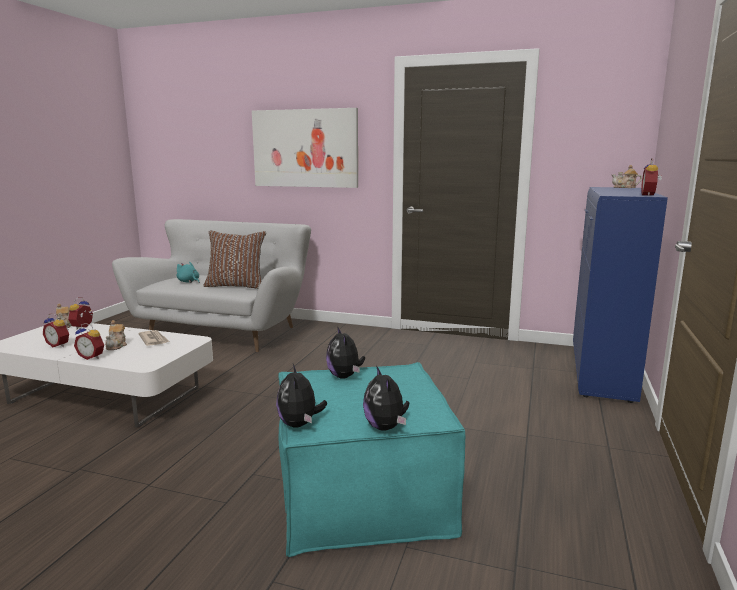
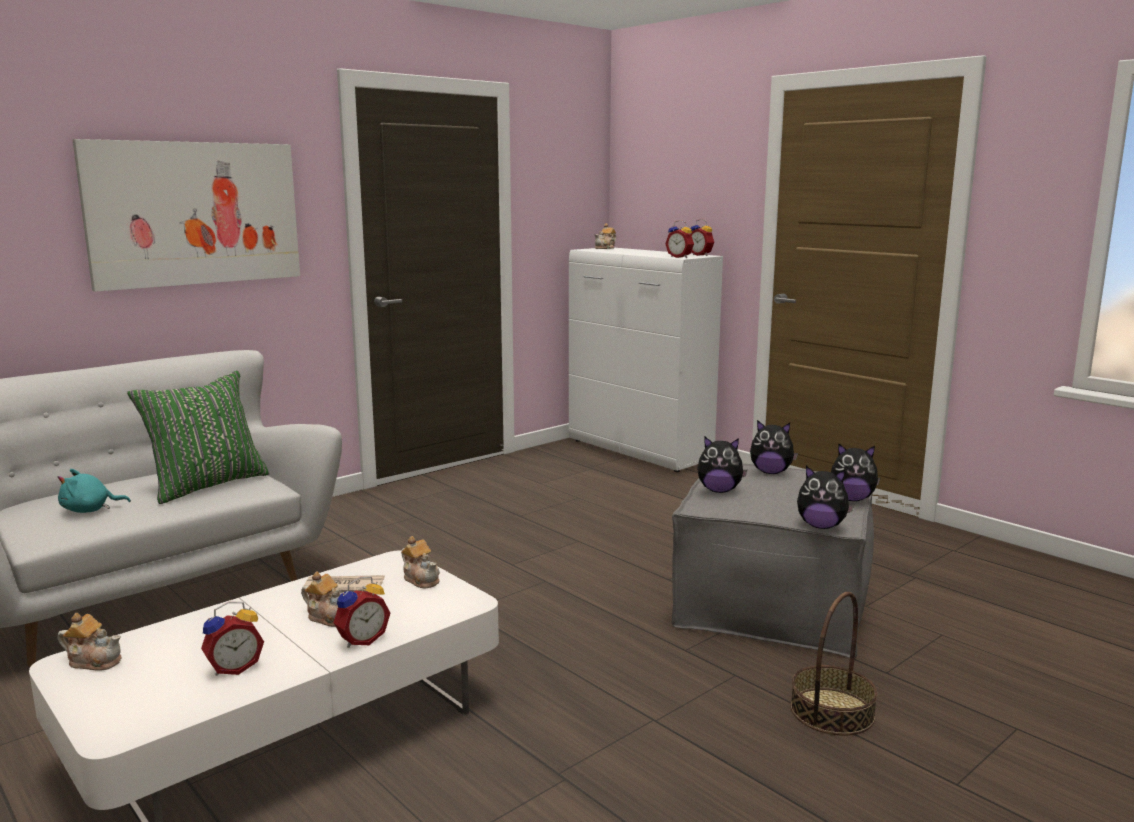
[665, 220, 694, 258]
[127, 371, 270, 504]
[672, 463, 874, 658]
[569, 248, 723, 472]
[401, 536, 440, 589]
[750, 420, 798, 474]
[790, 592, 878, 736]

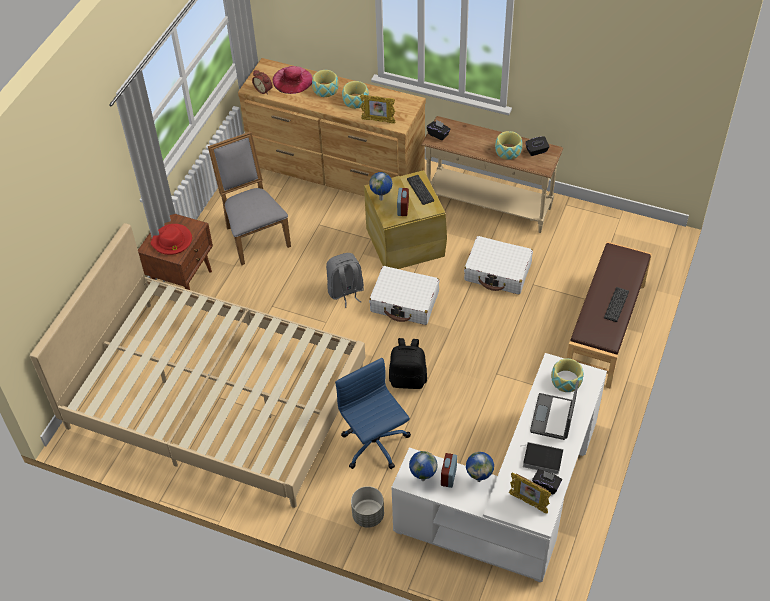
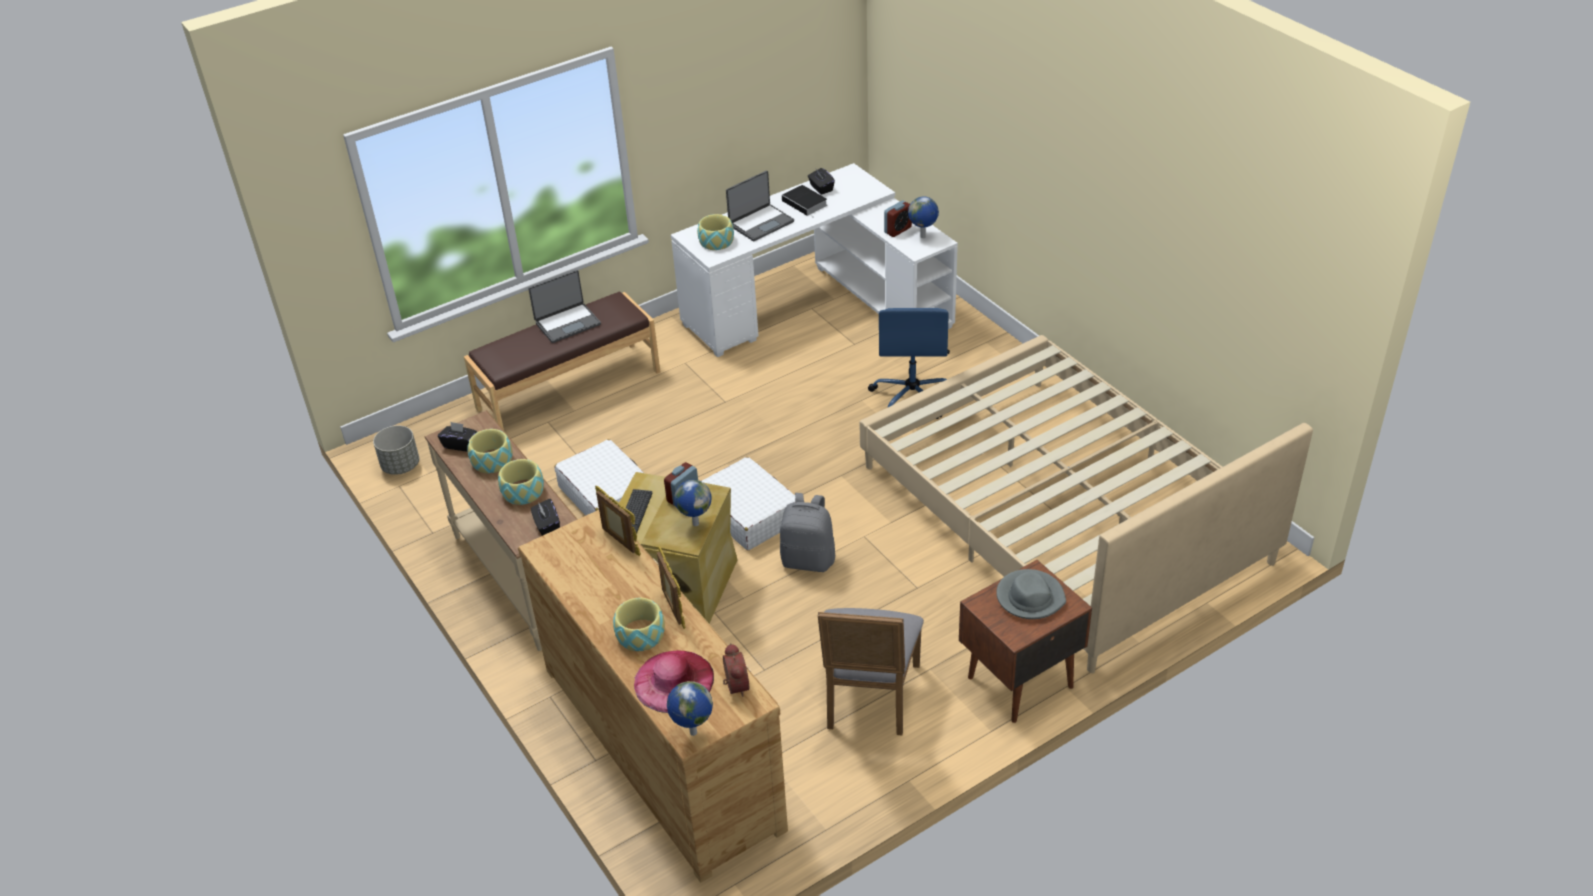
[996, 569, 1066, 619]
[498, 459, 544, 505]
[373, 425, 419, 475]
[389, 338, 427, 389] (first image)
[667, 681, 713, 736]
[657, 546, 685, 629]
[528, 270, 601, 343]

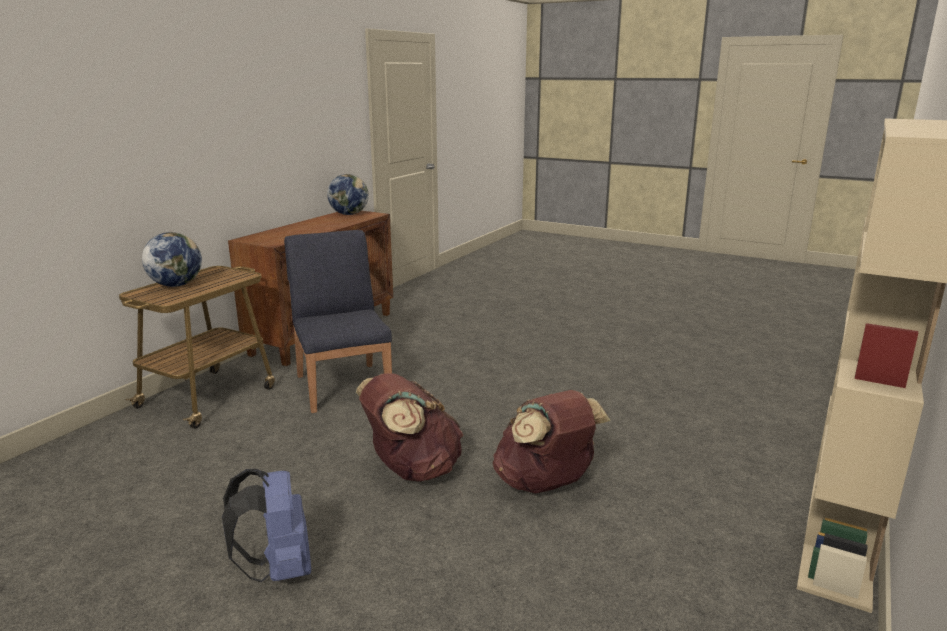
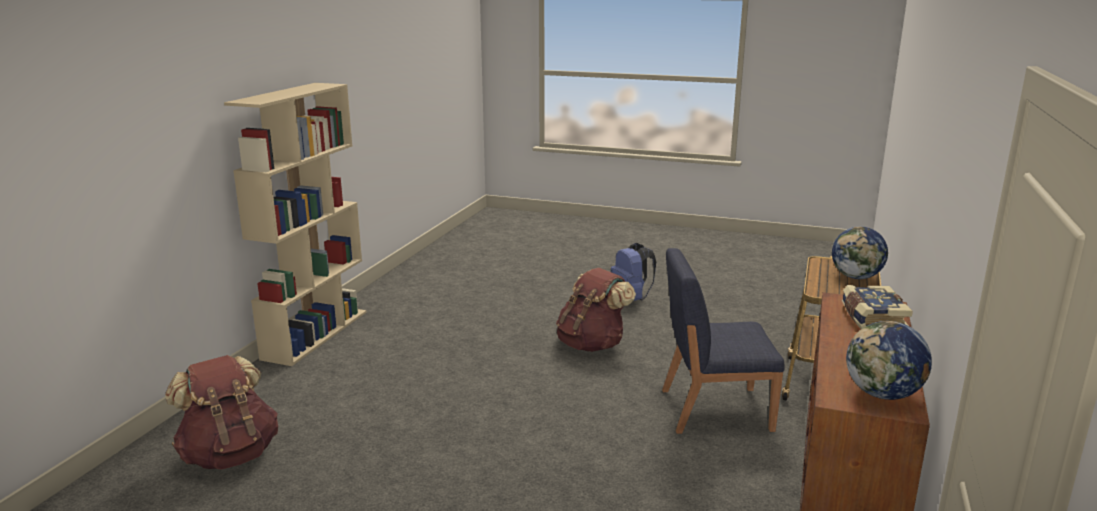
[662, 248, 784, 434]
[165, 355, 278, 470]
[842, 285, 913, 329]

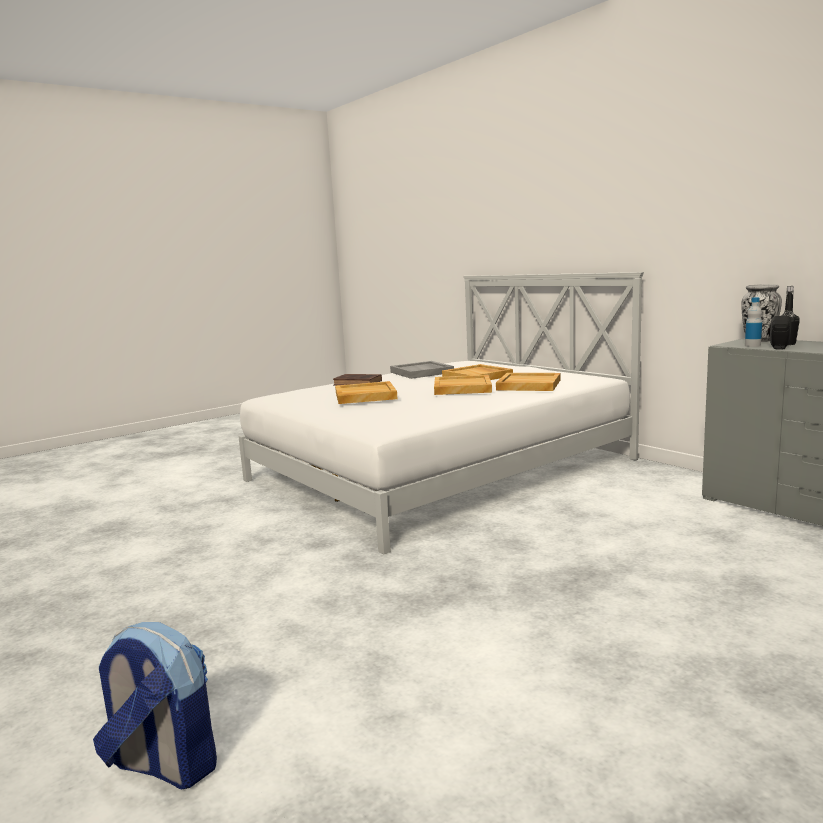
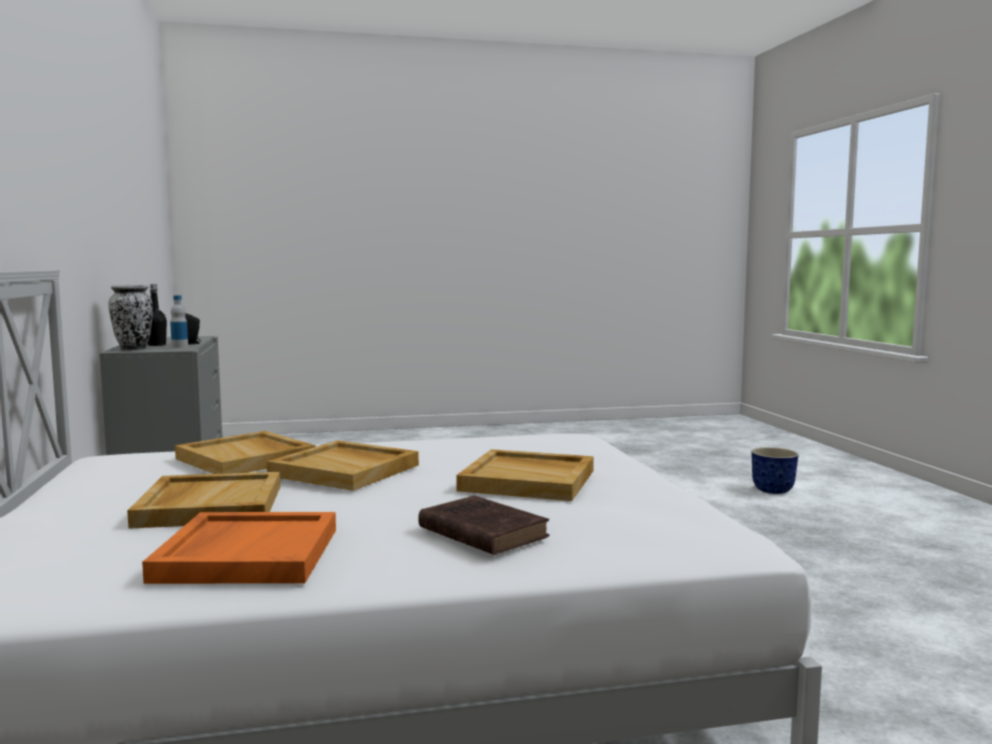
[751, 447, 799, 494]
[142, 512, 336, 584]

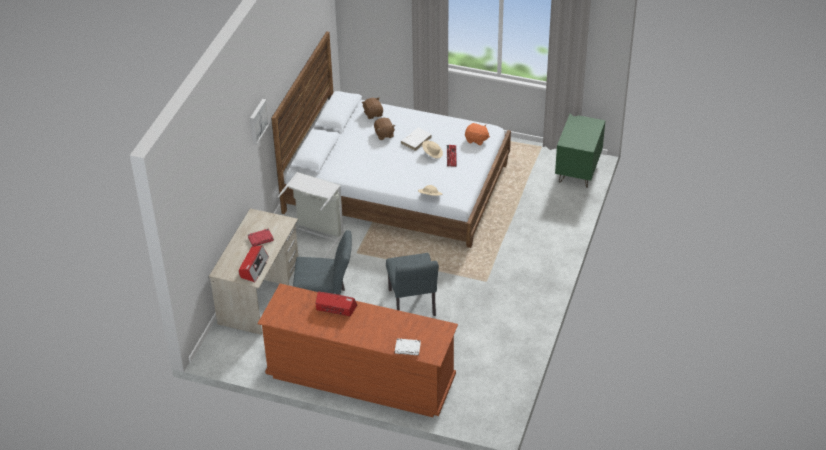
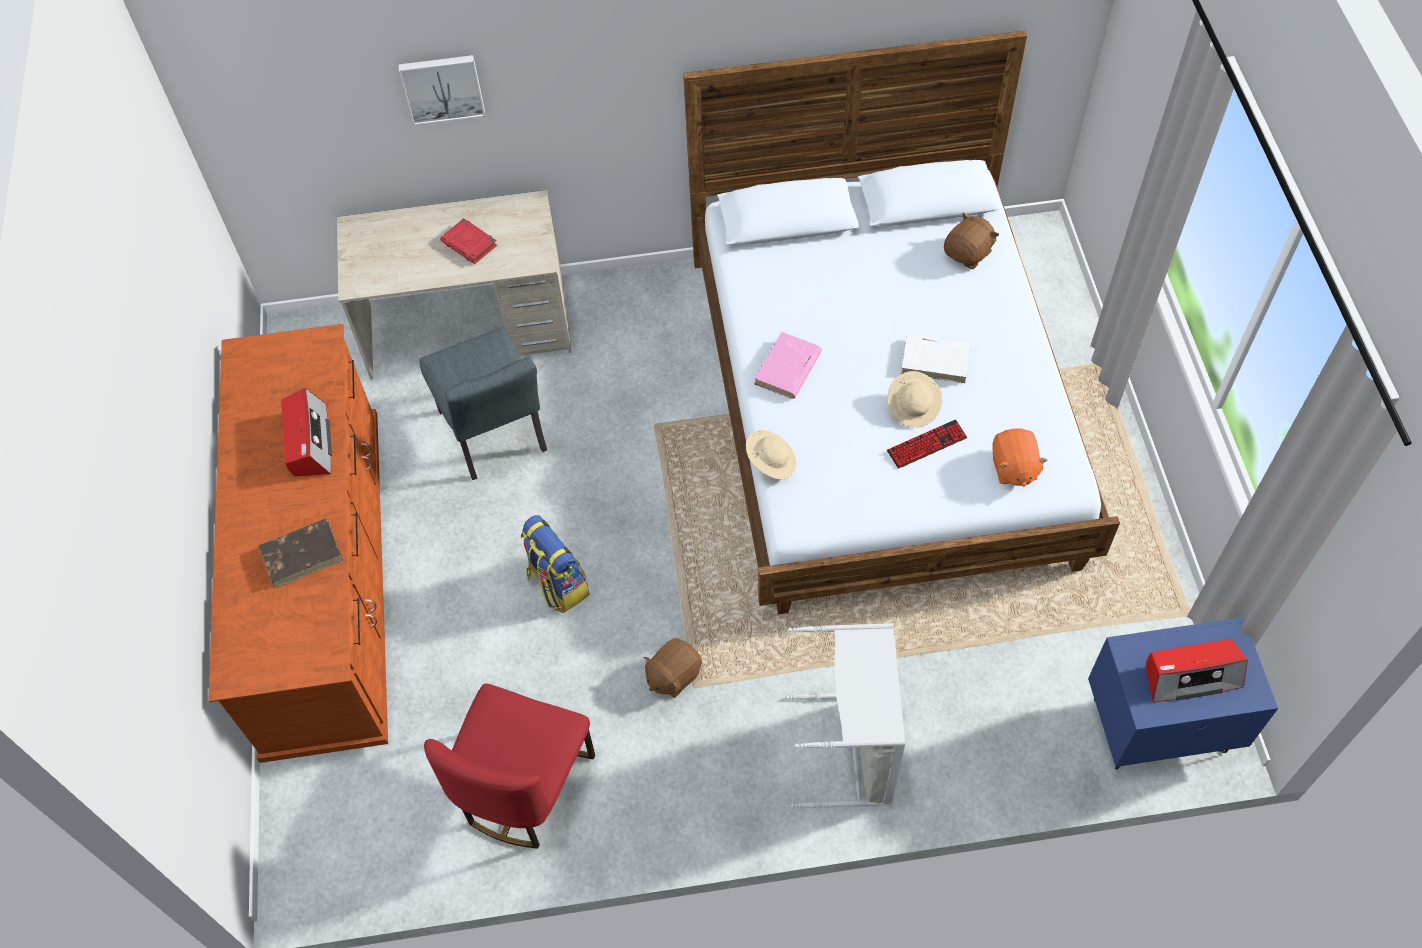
[1146, 639, 1247, 702]
[398, 55, 485, 126]
[785, 623, 905, 808]
[643, 638, 702, 698]
[521, 515, 589, 613]
[395, 338, 421, 355] (first image)
[1088, 617, 1278, 770]
[258, 518, 344, 588]
[424, 683, 595, 849]
[754, 332, 822, 399]

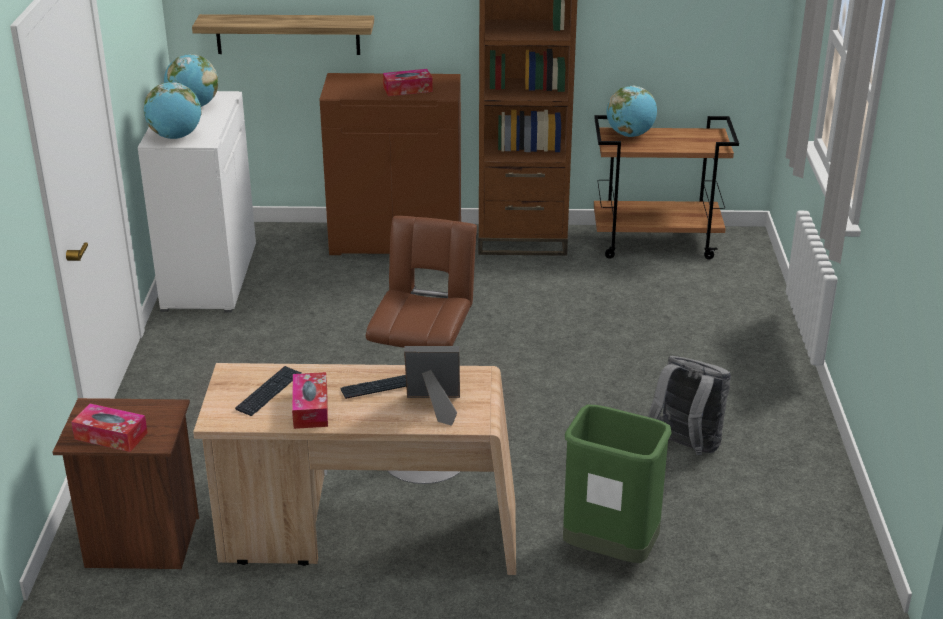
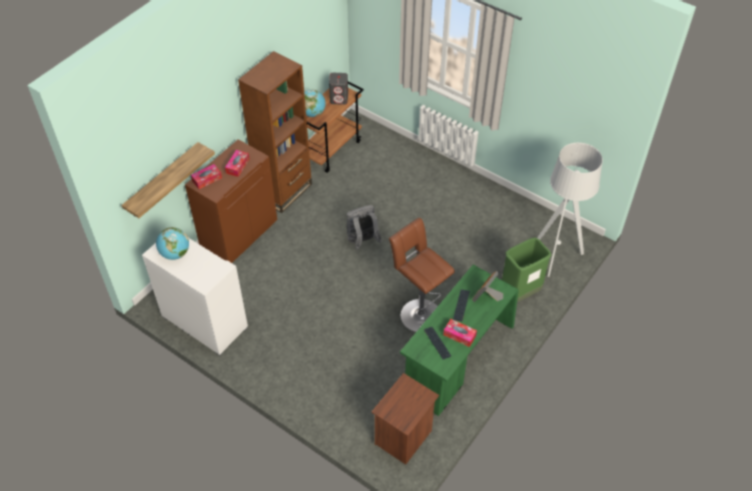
[191, 164, 222, 189]
[144, 82, 202, 139] (first image)
[400, 265, 519, 416]
[346, 205, 382, 250]
[329, 73, 348, 105]
[537, 143, 603, 277]

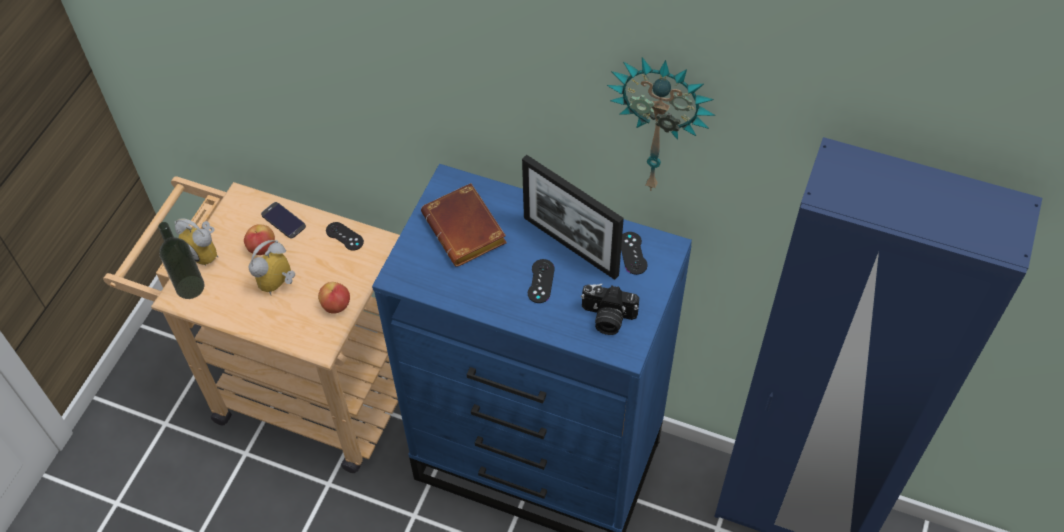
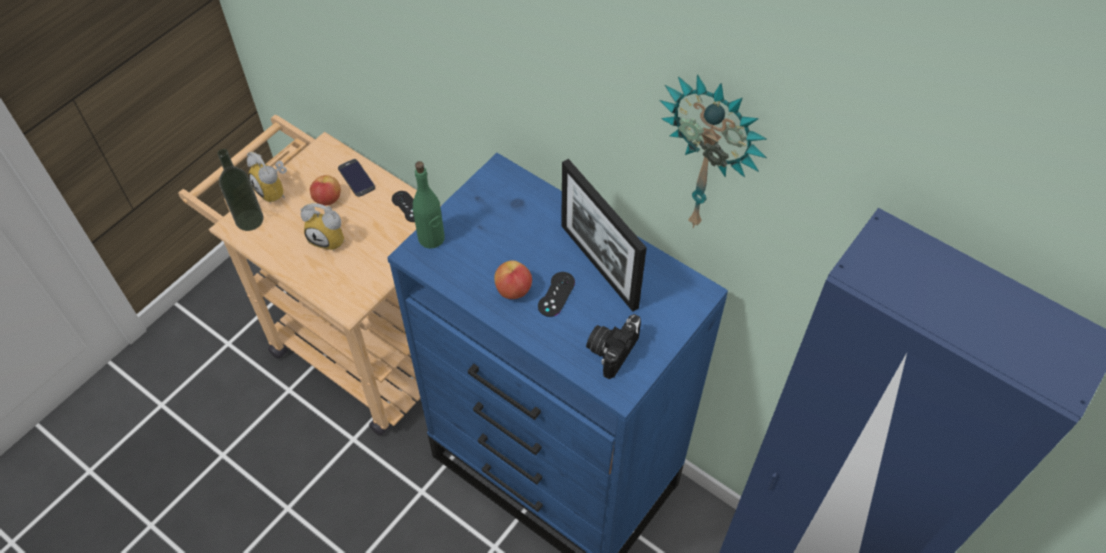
[300, 203, 345, 251]
[494, 260, 532, 299]
[421, 183, 507, 267] (first image)
[586, 314, 641, 379]
[621, 232, 647, 275] (first image)
[413, 161, 445, 249]

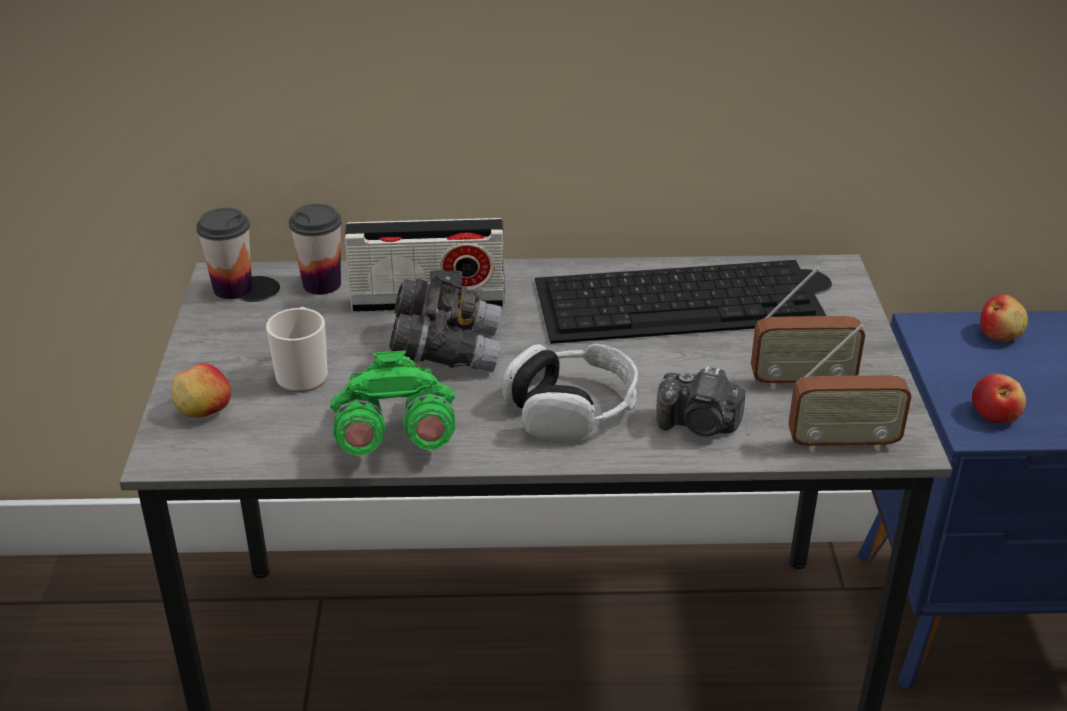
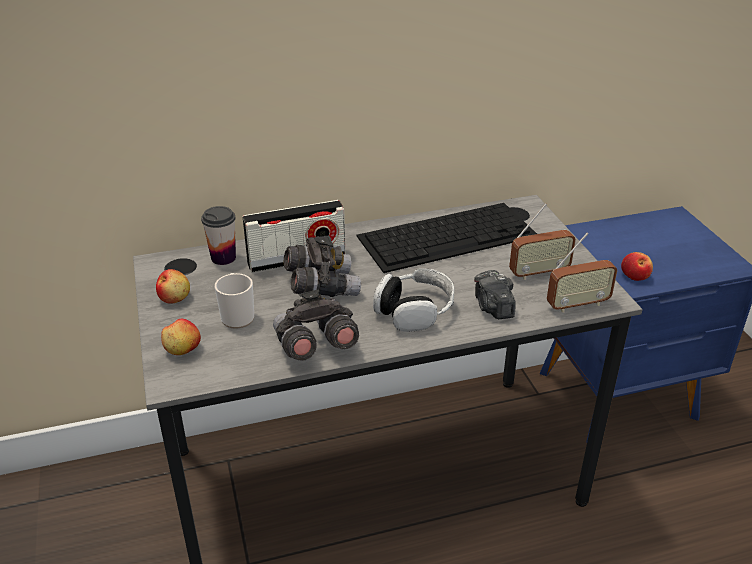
[196, 208, 252, 299] (first image)
[273, 289, 359, 361]
[474, 270, 516, 319]
[156, 269, 190, 304]

